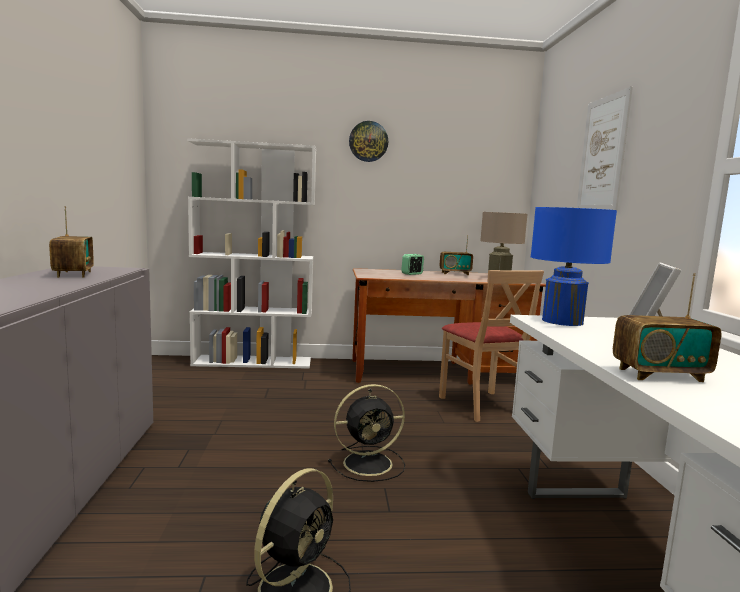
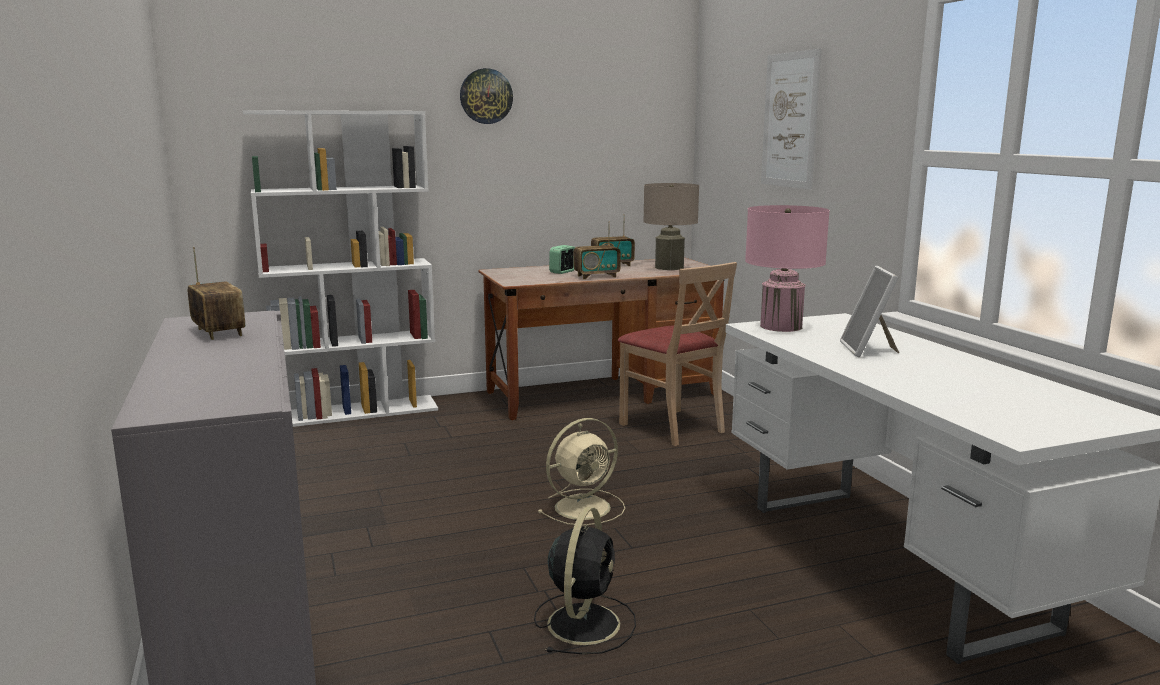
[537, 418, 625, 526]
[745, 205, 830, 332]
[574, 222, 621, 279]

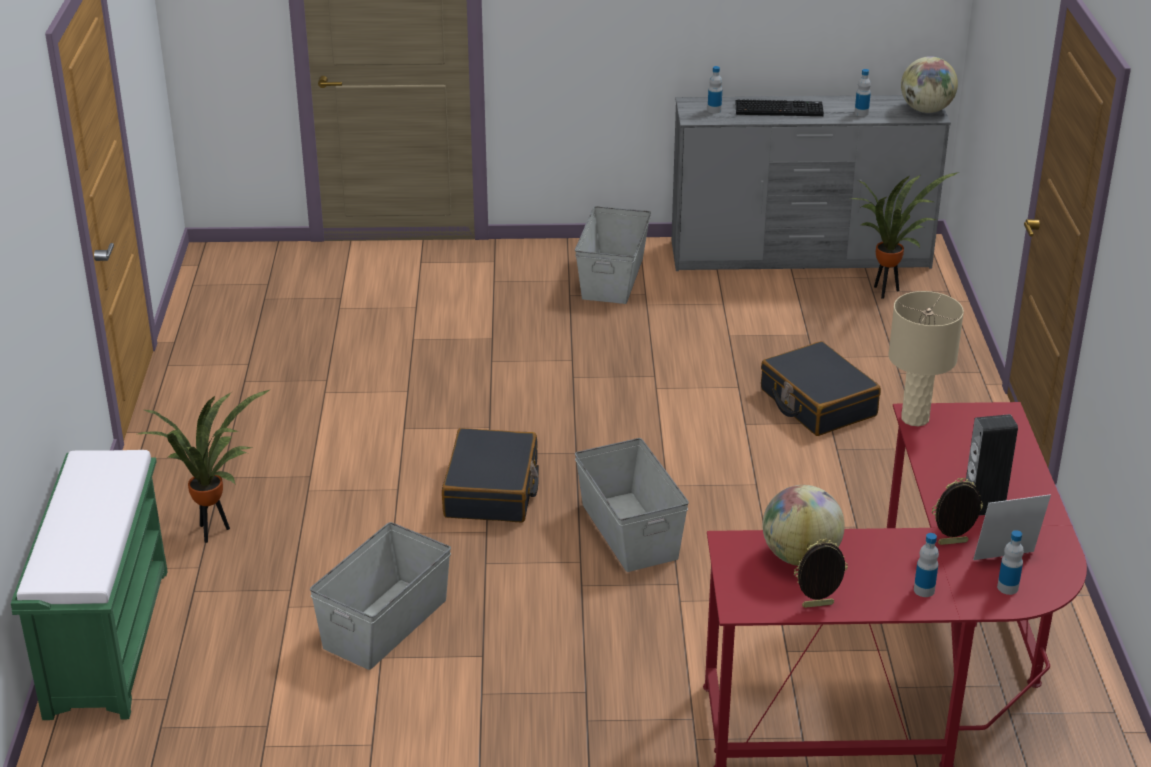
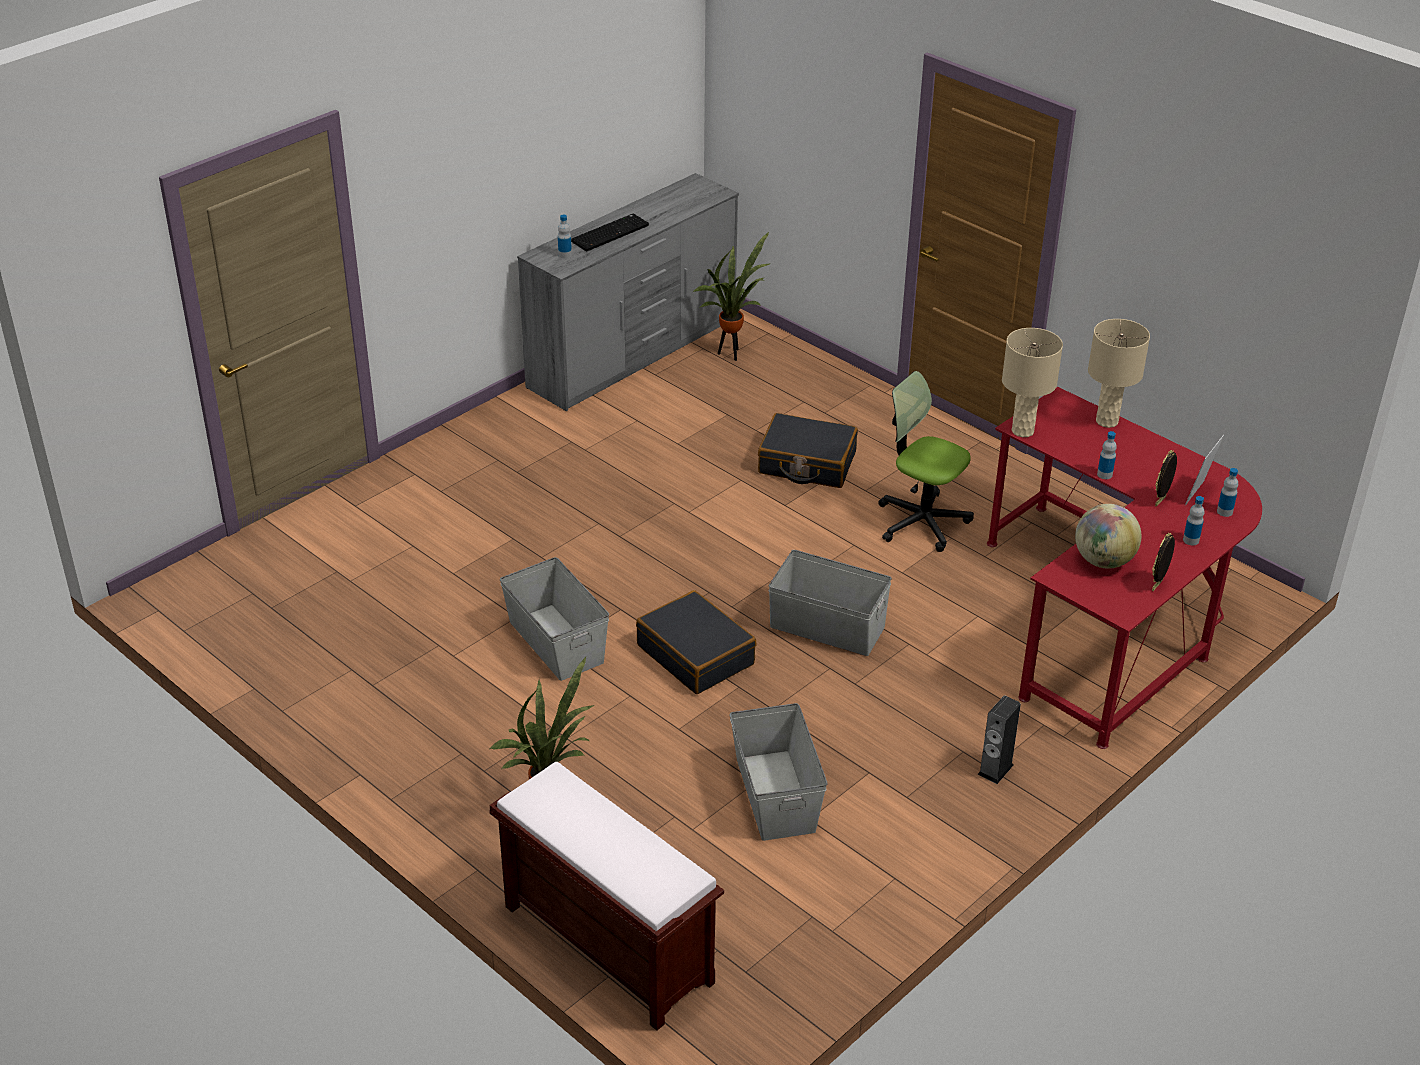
[489, 762, 724, 1031]
[500, 557, 609, 681]
[1097, 431, 1117, 479]
[901, 56, 958, 113] (first image)
[977, 696, 1021, 784]
[878, 371, 974, 552]
[1088, 319, 1150, 428]

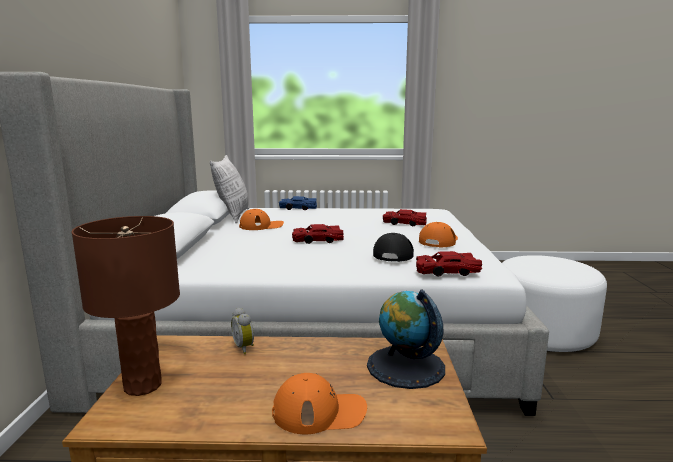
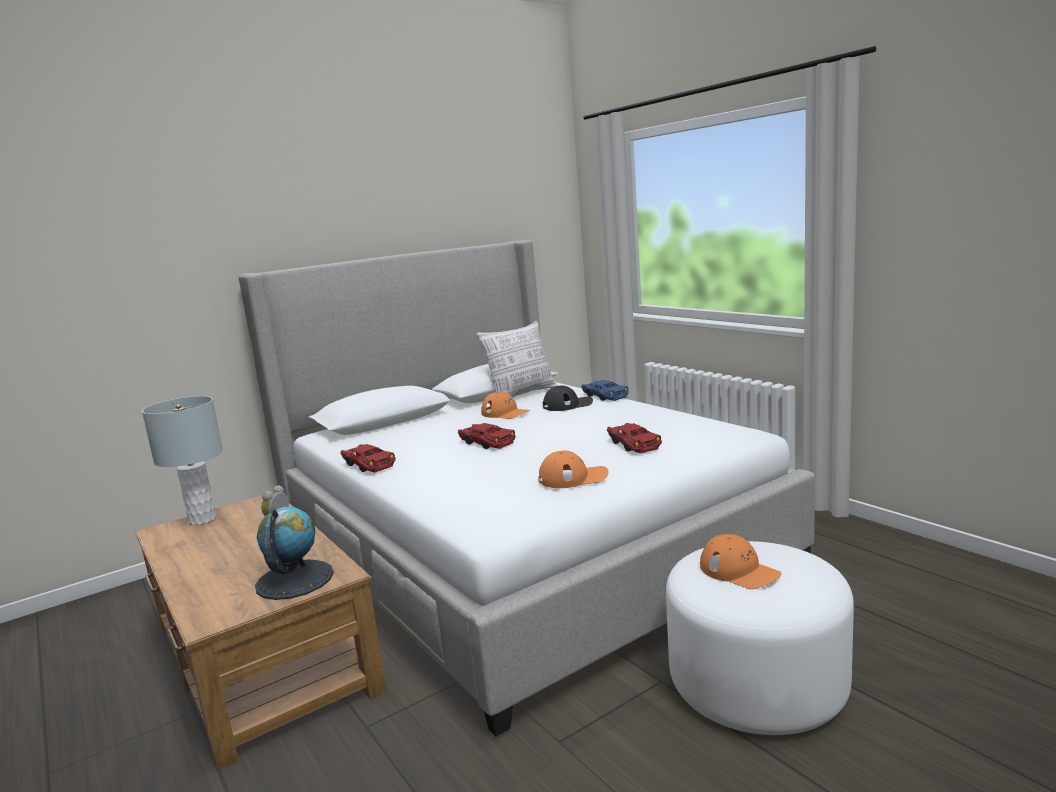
[142, 396, 223, 526]
[700, 534, 781, 589]
[543, 385, 593, 411]
[340, 444, 396, 473]

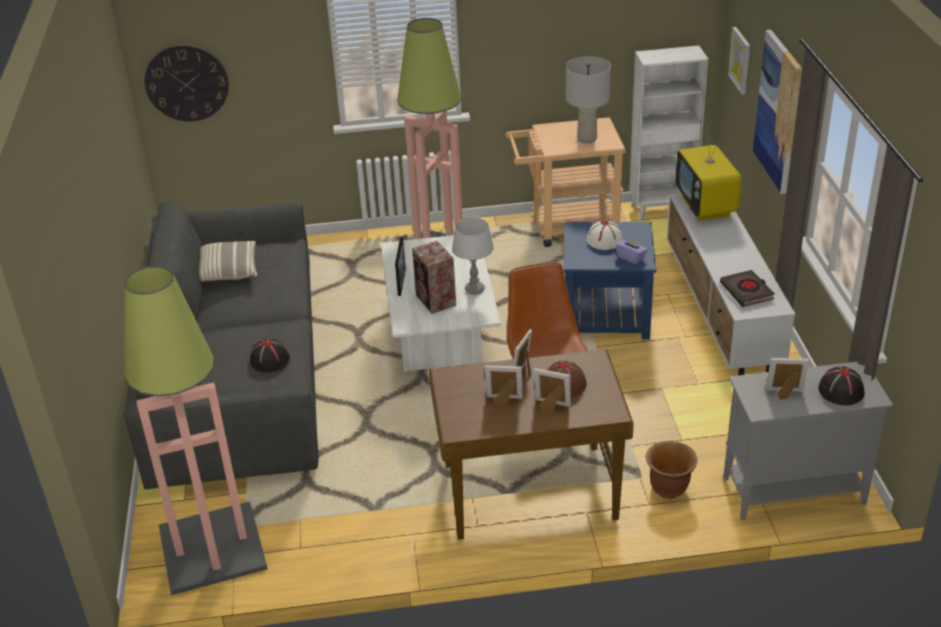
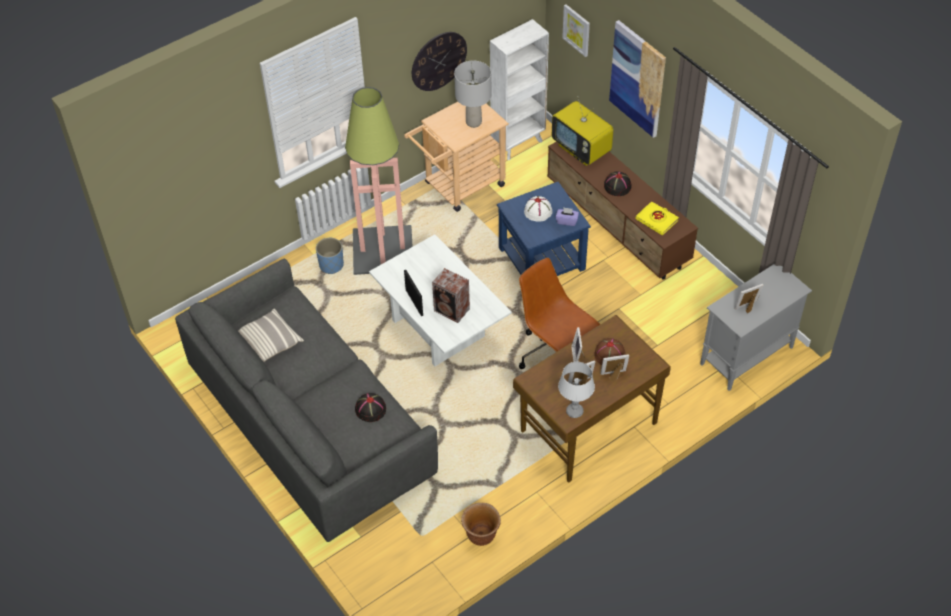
[124, 265, 268, 595] (first image)
[412, 32, 467, 91]
[558, 362, 595, 418]
[461, 503, 501, 546]
[547, 142, 698, 280]
[635, 201, 679, 236]
[604, 171, 632, 196]
[316, 238, 344, 274]

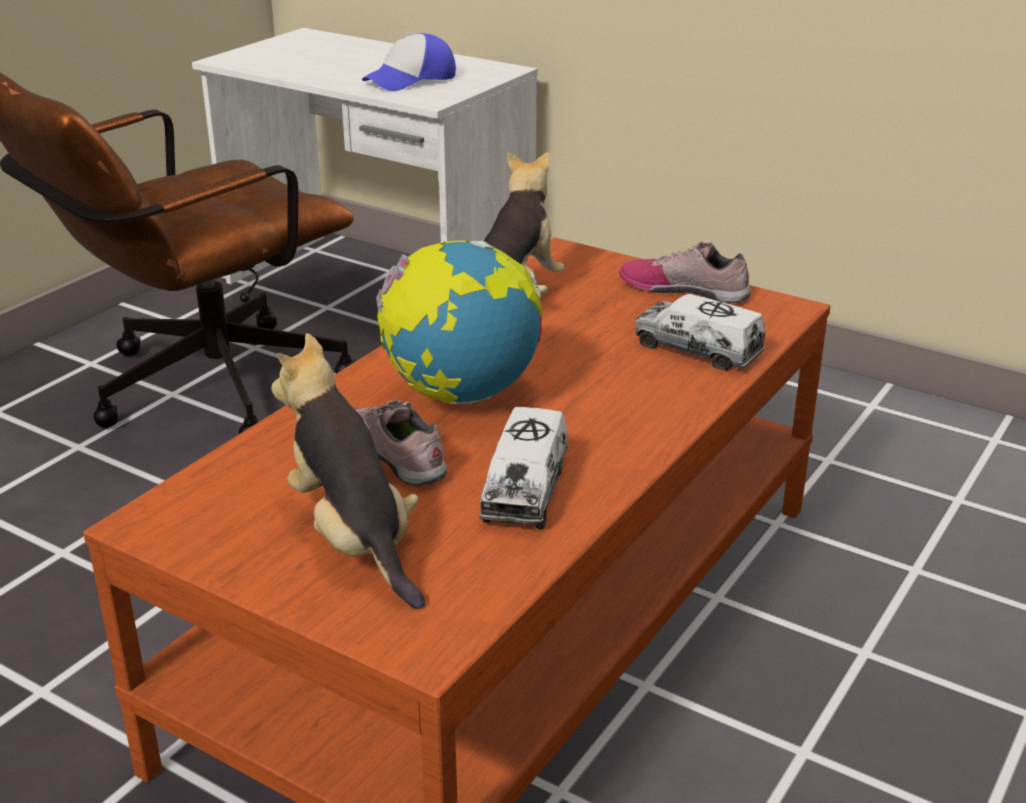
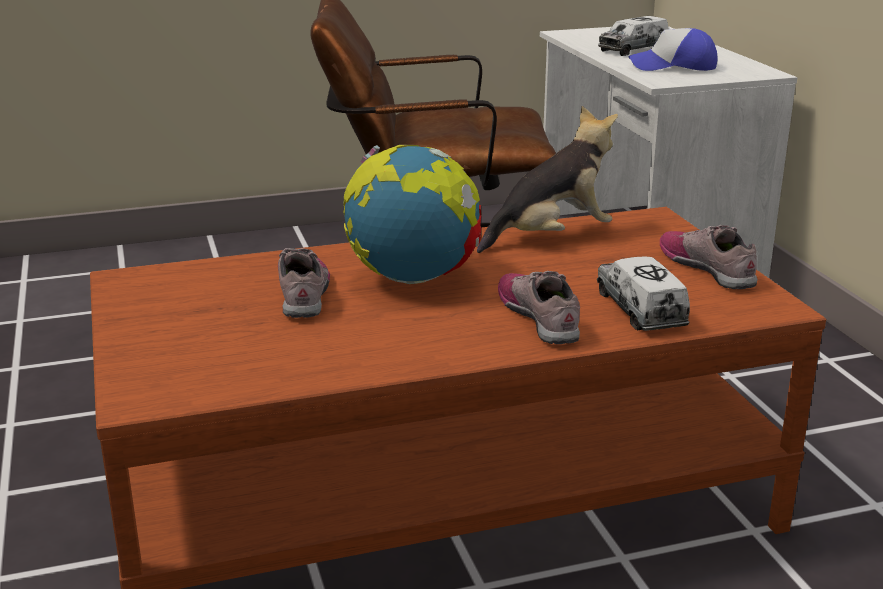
[271, 333, 425, 609] (first image)
[598, 16, 669, 56]
[498, 271, 580, 344]

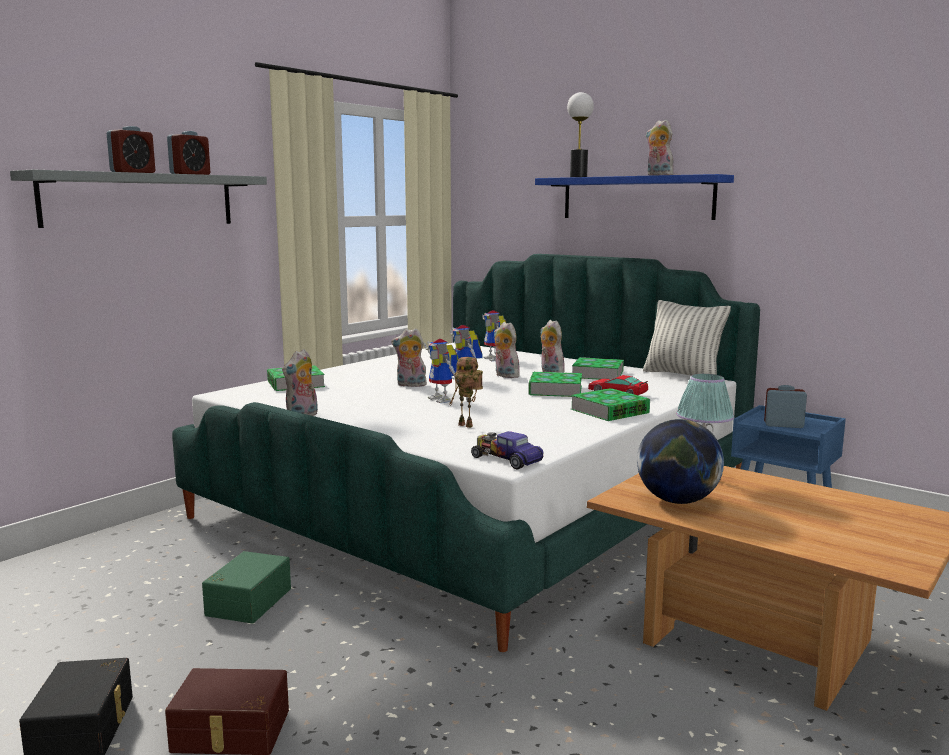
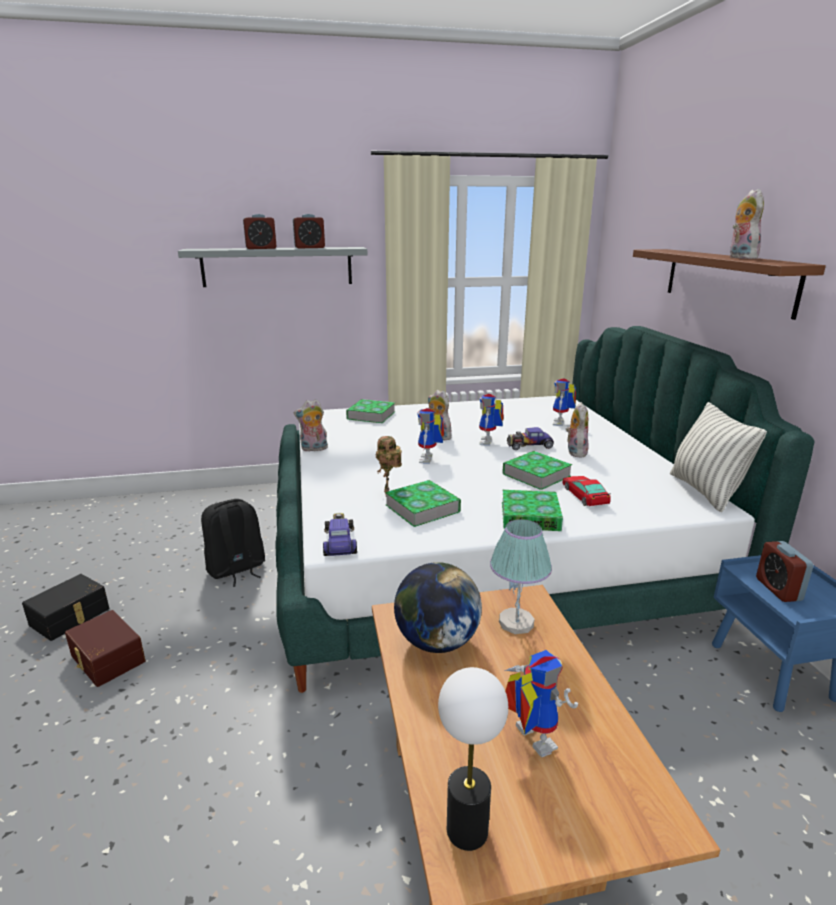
[201, 499, 265, 587]
[507, 427, 554, 450]
[633, 249, 826, 320]
[438, 667, 508, 851]
[385, 480, 461, 527]
[756, 541, 813, 602]
[504, 650, 578, 757]

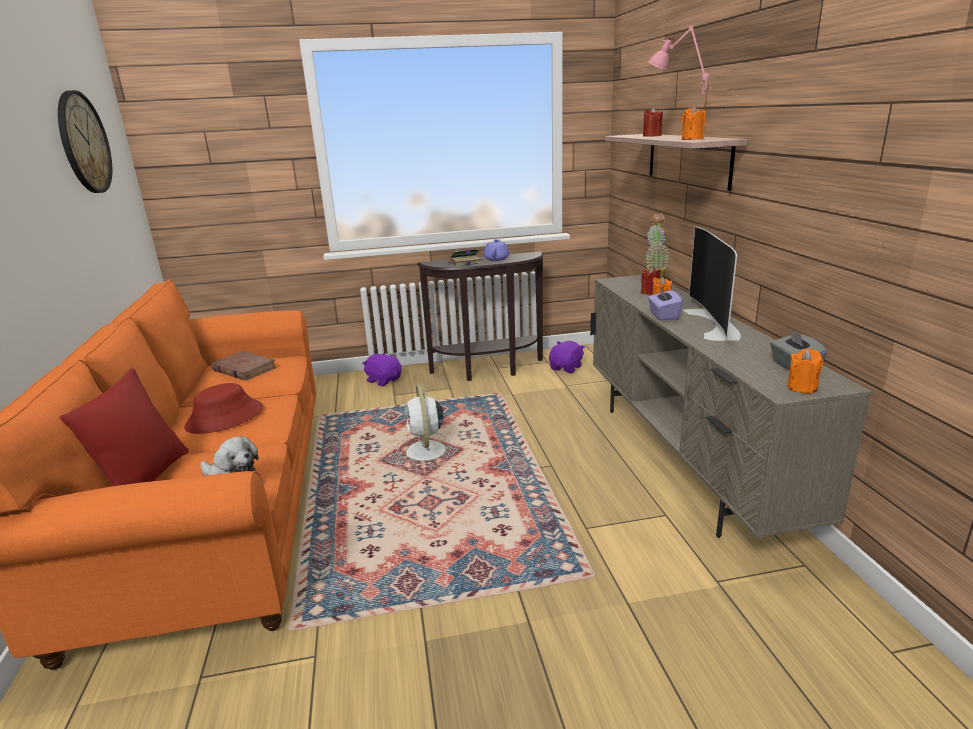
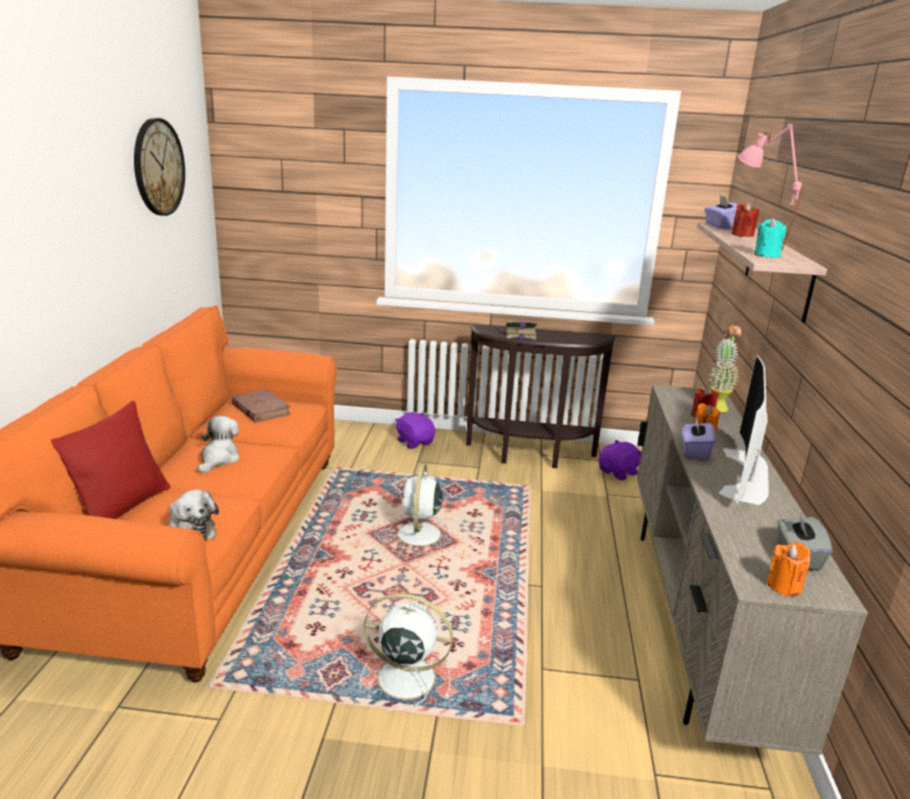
[197, 416, 240, 473]
[484, 239, 509, 261] (first image)
[754, 218, 786, 258]
[360, 593, 453, 711]
[705, 195, 738, 229]

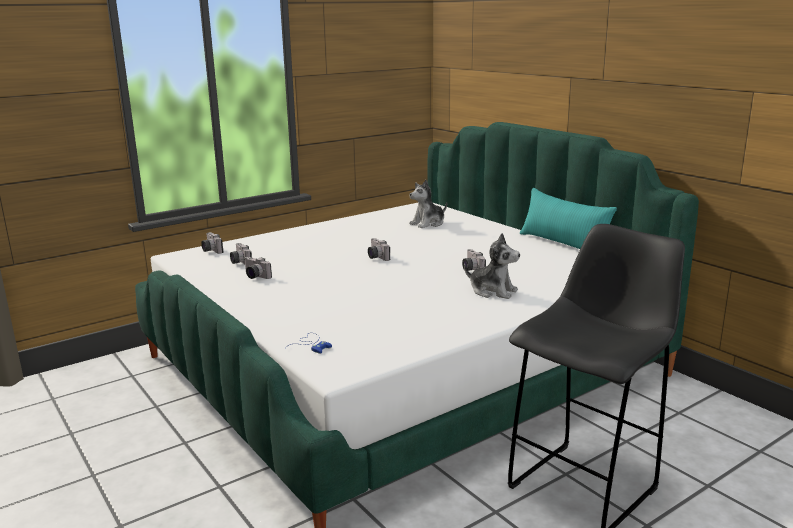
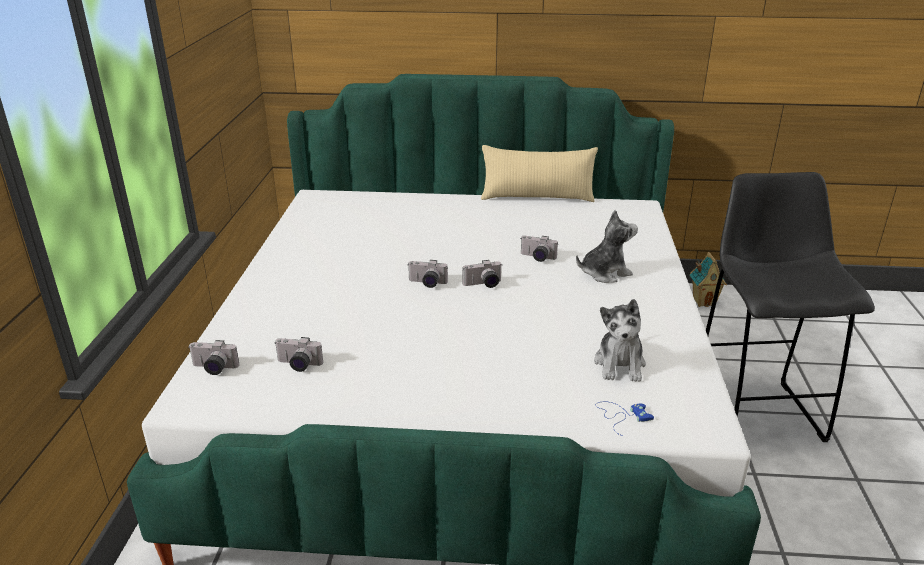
[463, 260, 502, 288]
[594, 299, 646, 382]
[481, 145, 598, 202]
[690, 252, 727, 307]

